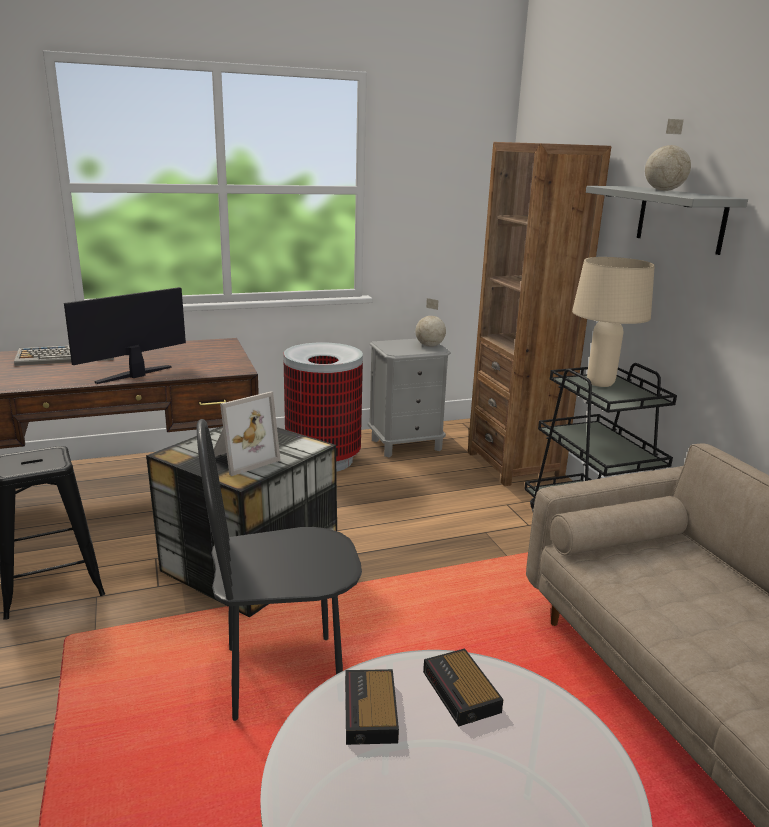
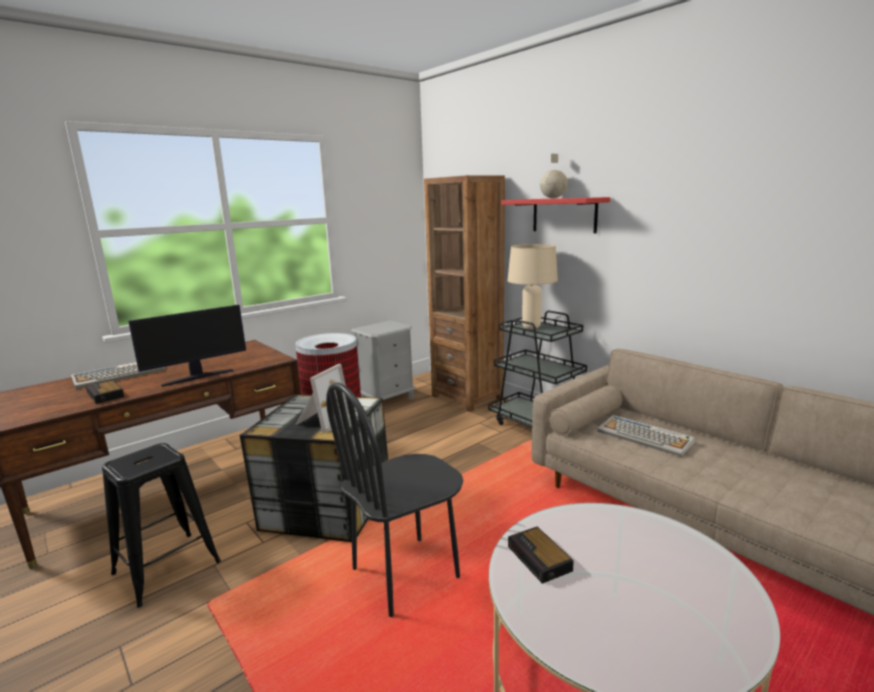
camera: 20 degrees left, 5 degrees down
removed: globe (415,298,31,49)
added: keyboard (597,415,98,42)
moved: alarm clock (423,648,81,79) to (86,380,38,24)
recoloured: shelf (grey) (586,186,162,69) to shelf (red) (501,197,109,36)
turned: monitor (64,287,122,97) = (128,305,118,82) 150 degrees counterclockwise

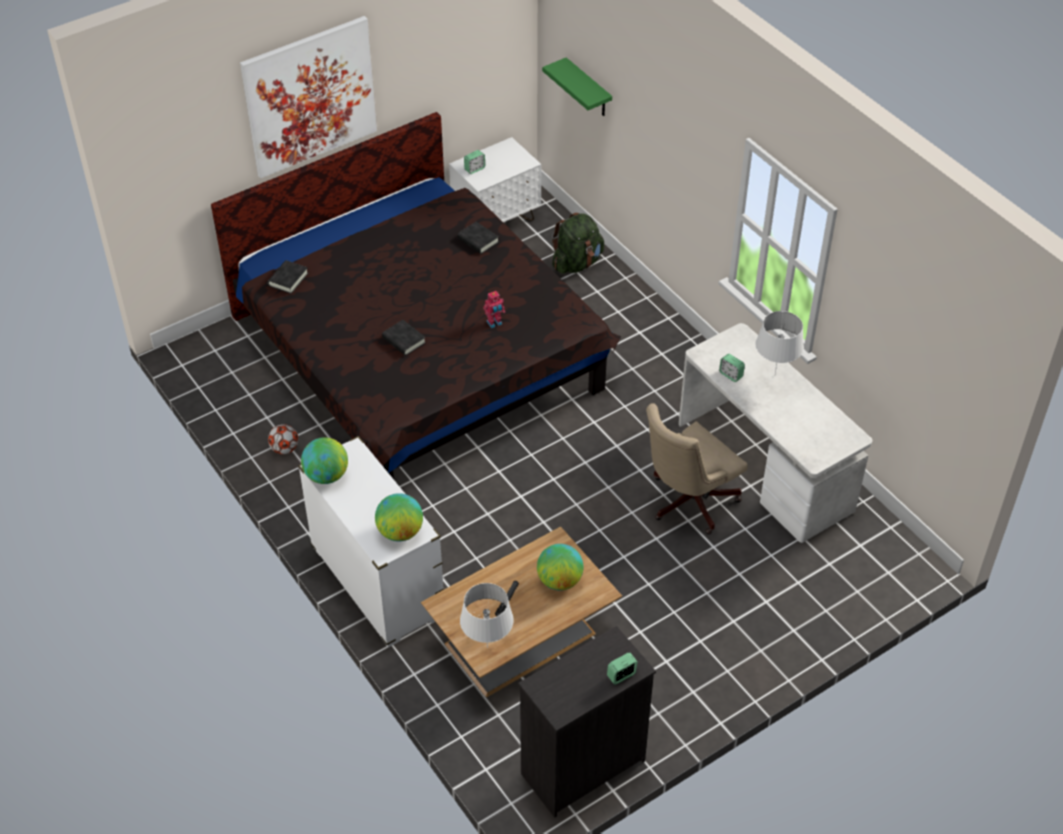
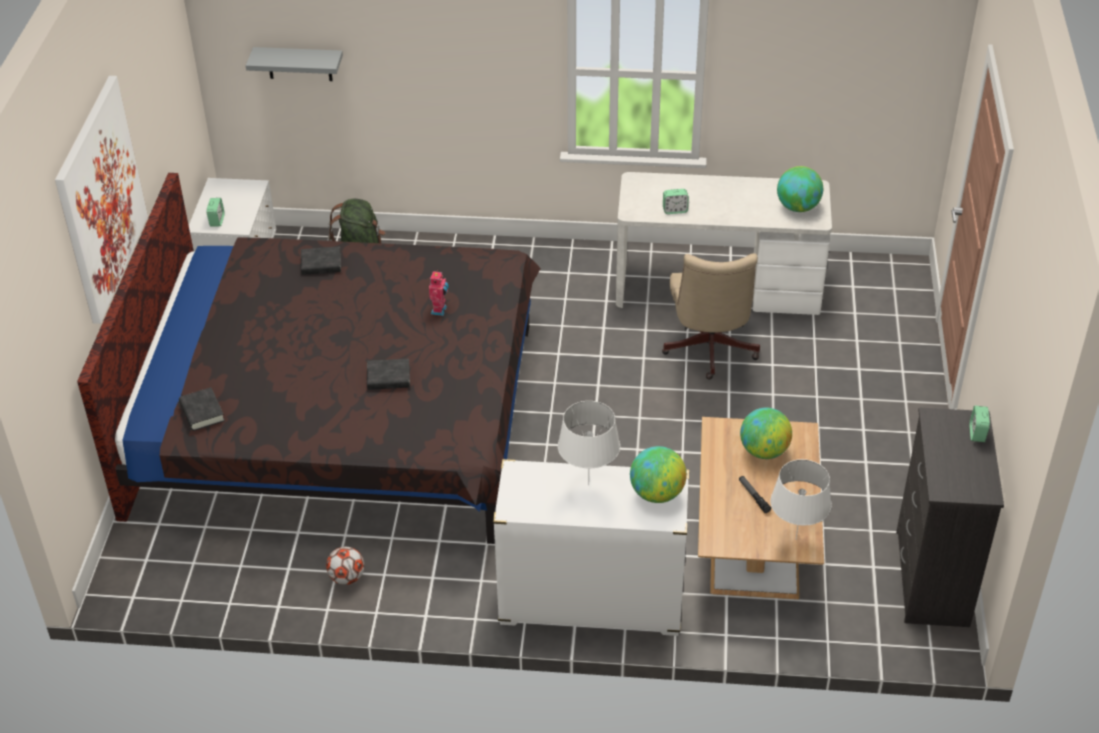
camera: 50 degrees left, 5 degrees down
moved: globe (301,437,47,47) to (777,166,46,46); table lamp (white) (755,311,49,63) to (558,401,62,84)
recoloured: shelf (green) (542,57,70,59) to shelf (grey) (246,47,97,34)

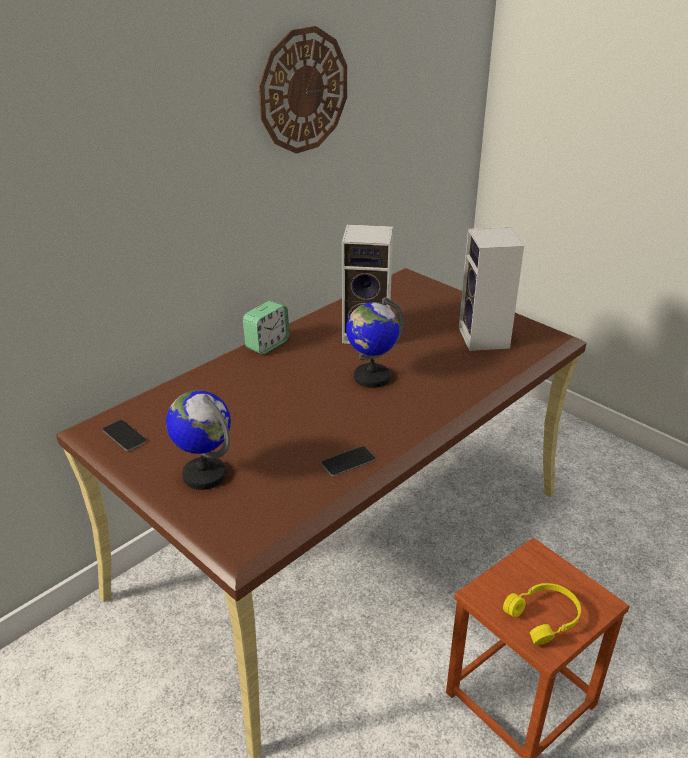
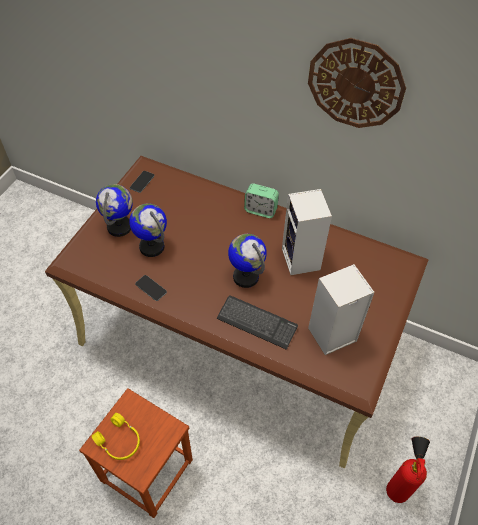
camera: 70 degrees right, 20 degrees up
added: globe (129,203,38,54); keyboard (217,295,81,55); fire extinguisher (386,437,44,66)

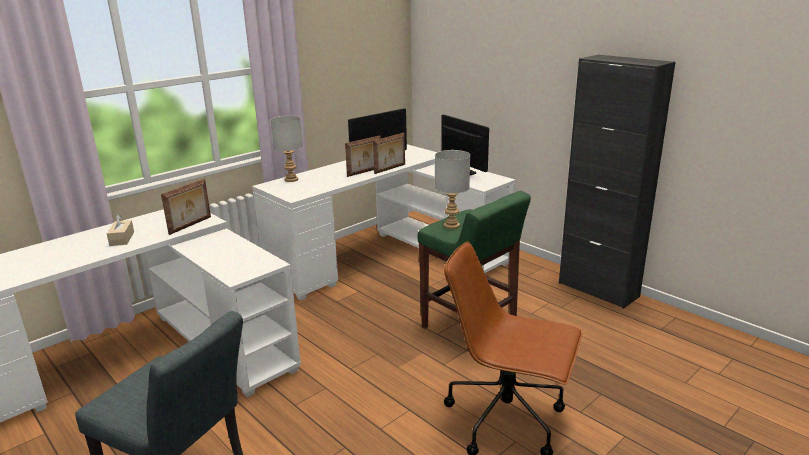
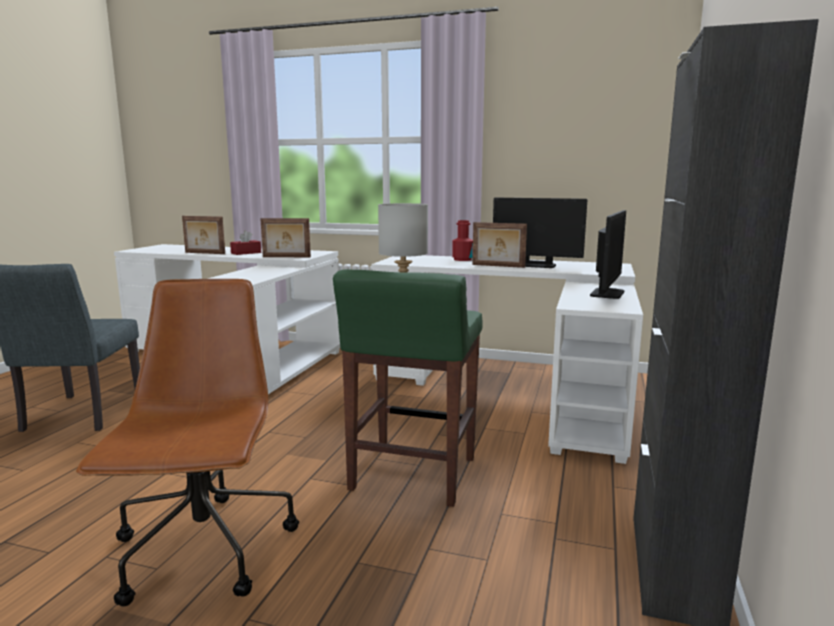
camera: 60 degrees right, 10 degrees down
removed: table lamp (grey) (271,116,32,66)
added: bottle (red) (452,220,21,41)
moved: picture frame (373,133,32,41) to (182,216,43,38)
recoloured: tissue box (beige) (107,214,27,32) to tissue box (red) (230,231,31,24)

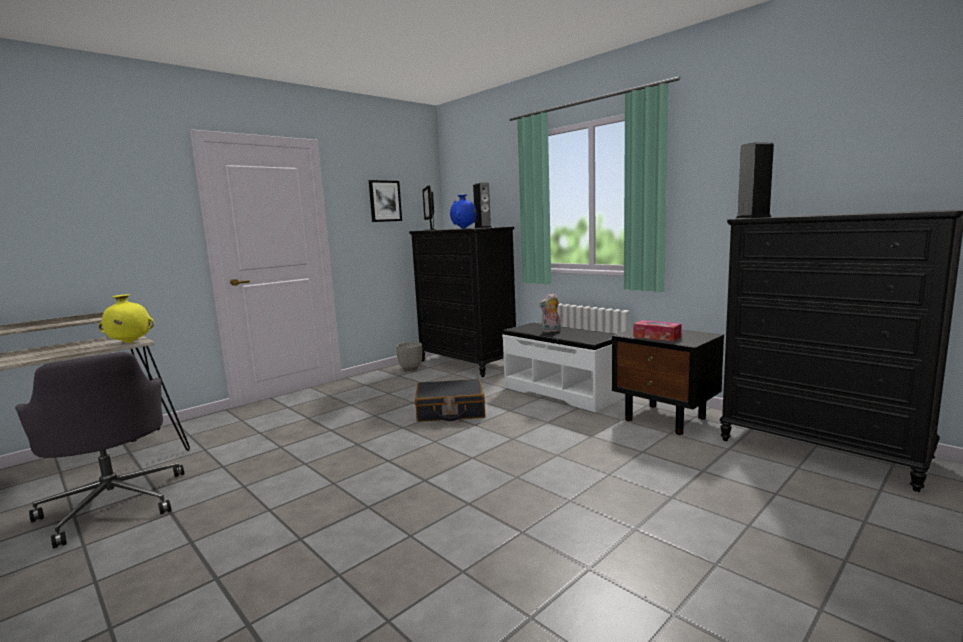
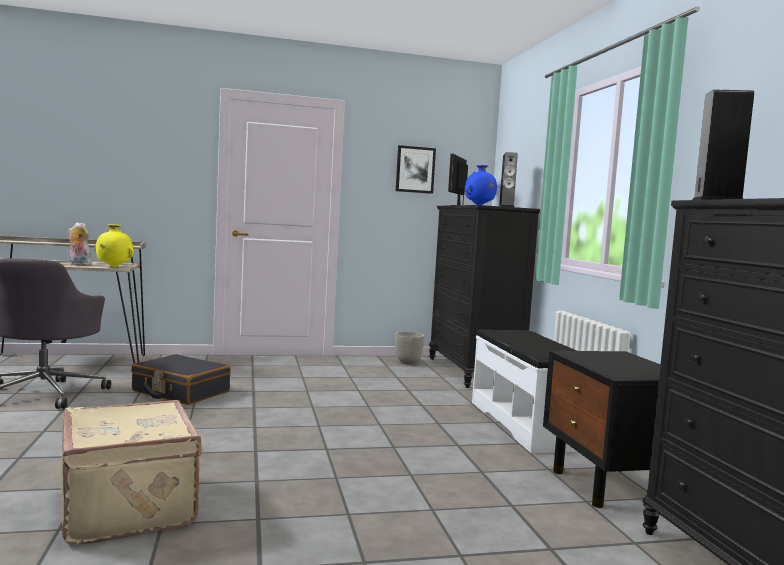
camera: 30 degrees right, 5 degrees down
removed: tissue box (633,320,49,22)
added: suitcase (beige) (61,400,142,145)
moved: suitcase (black) (415,379,70,43) to (131,354,100,51); plush toy (539,293,22,40) to (67,222,24,43)

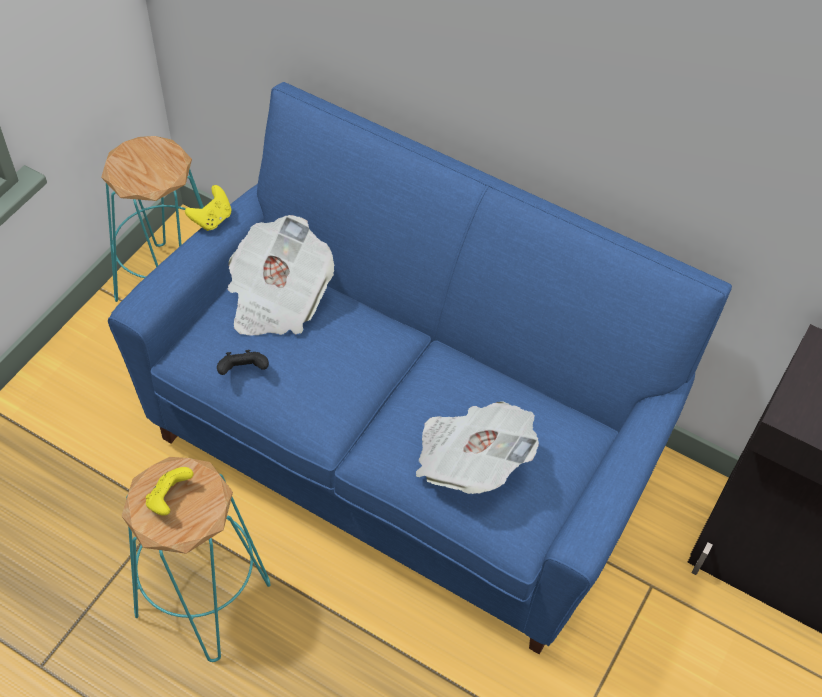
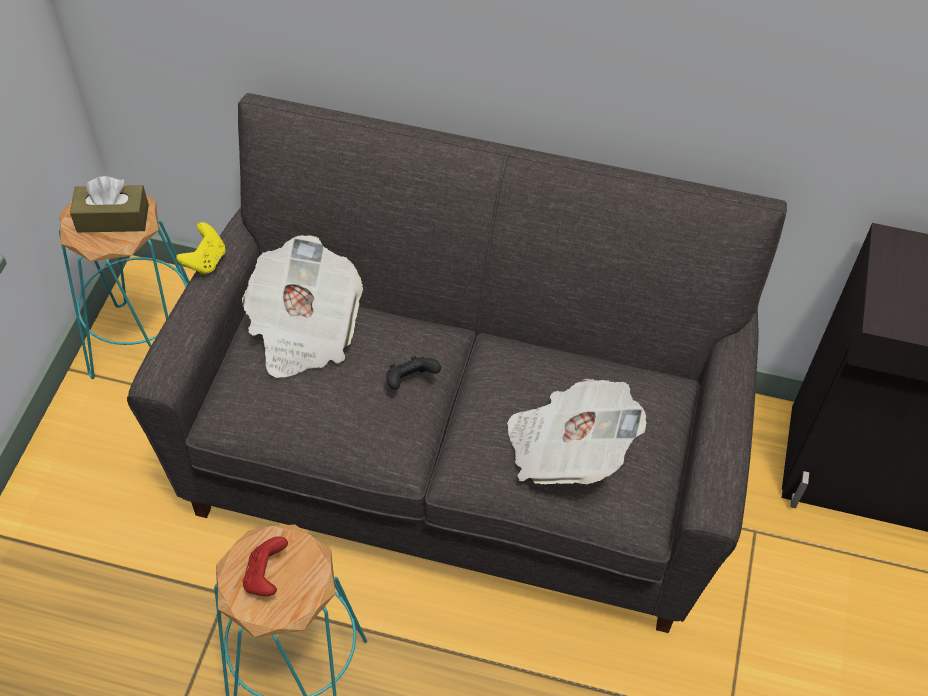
camera: 15 degrees left, 0 degrees up
added: tissue box (brown) (70,176,79,57)
moved: game controller (black) (217,350,52,25) to (386,356,55,34)
recoloured: sofa (blue) (108,82,624,572) to sofa (grey) (127,93,660,540); game controller (yellow) (145,467,49,49) to game controller (red) (243,536,45,60)

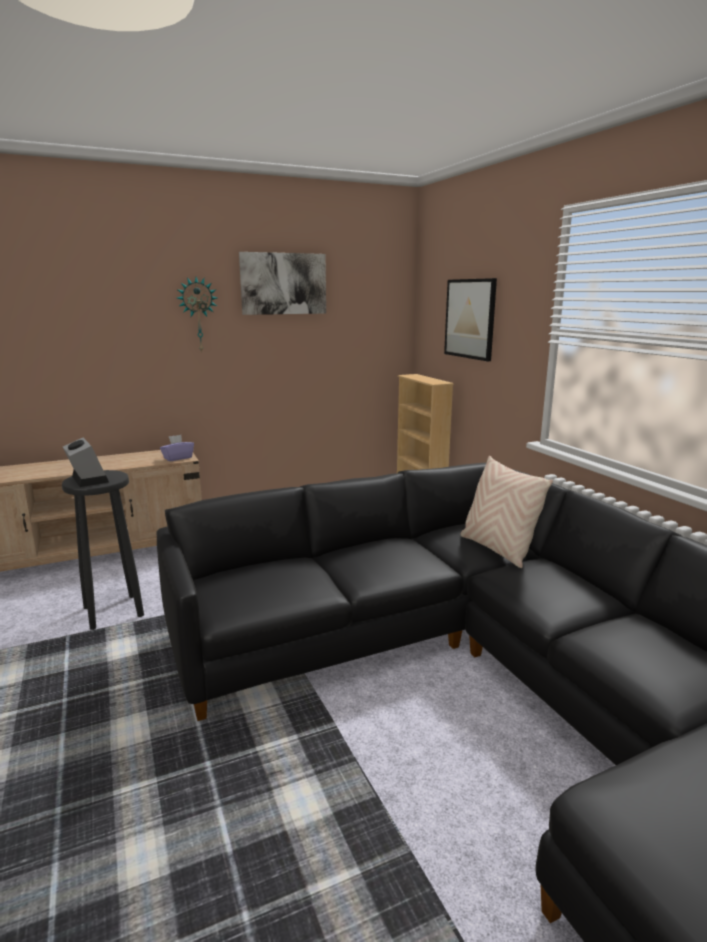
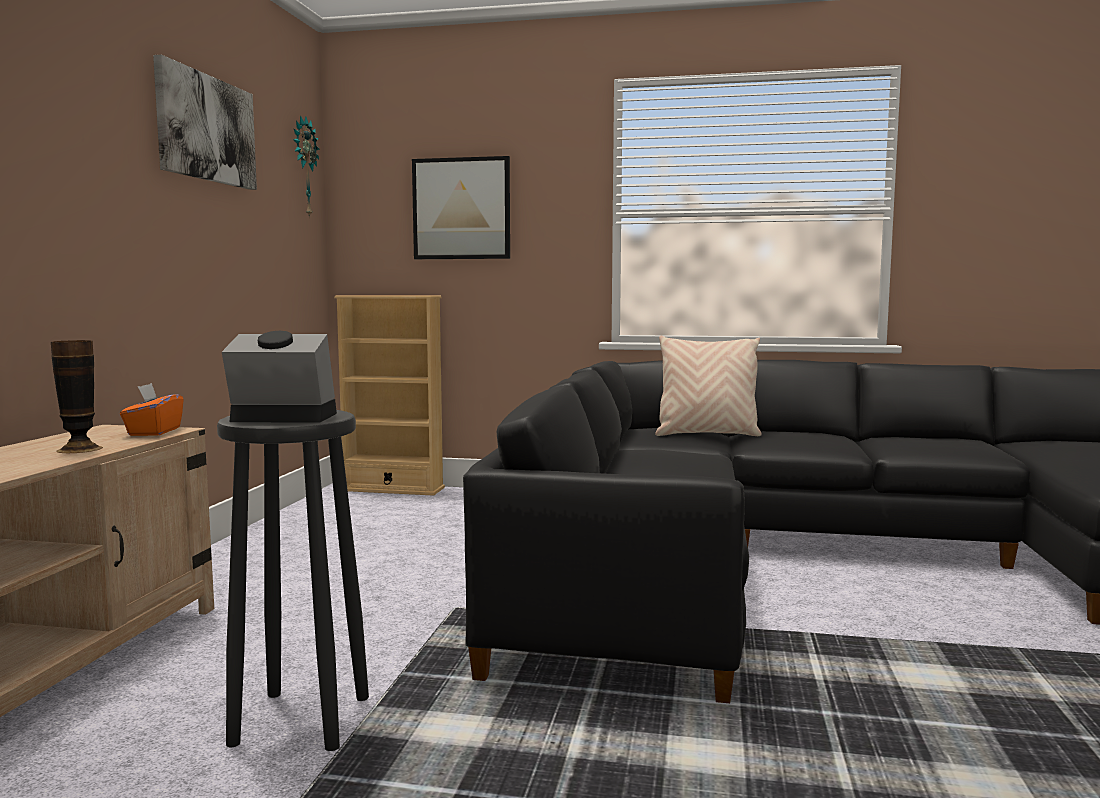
camera: 55 degrees left, 10 degrees down
added: vase (51,340,52,113)
moved: wall clock (177,277,41,76) to (293,116,27,102)
recoloured: tissue box (purple) (160,435,34,26) to tissue box (orange) (120,383,64,53)

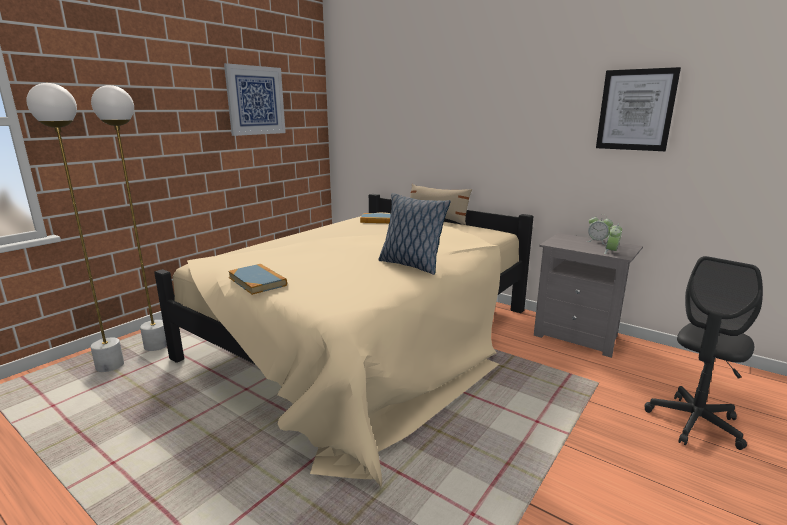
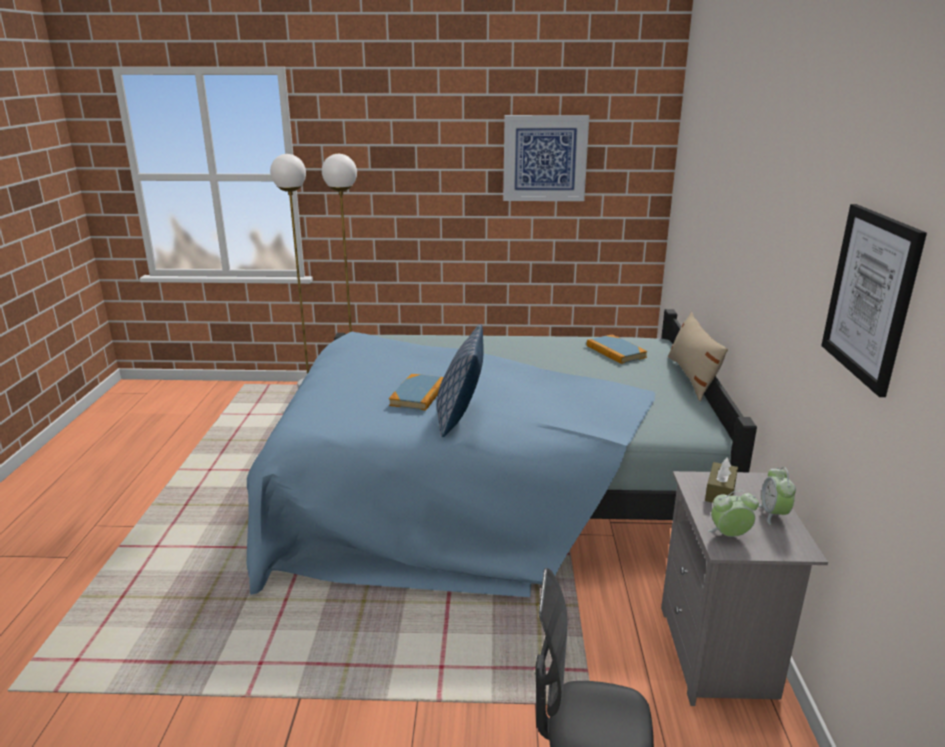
camera: 55 degrees right, 5 degrees up
added: tissue box (brown) (705,457,33,46)
moved: book (228,264,59,31) to (389,374,54,37)
recoloured: bed (beige) (154,194,380,294) to bed (blue) (246,309,511,288)

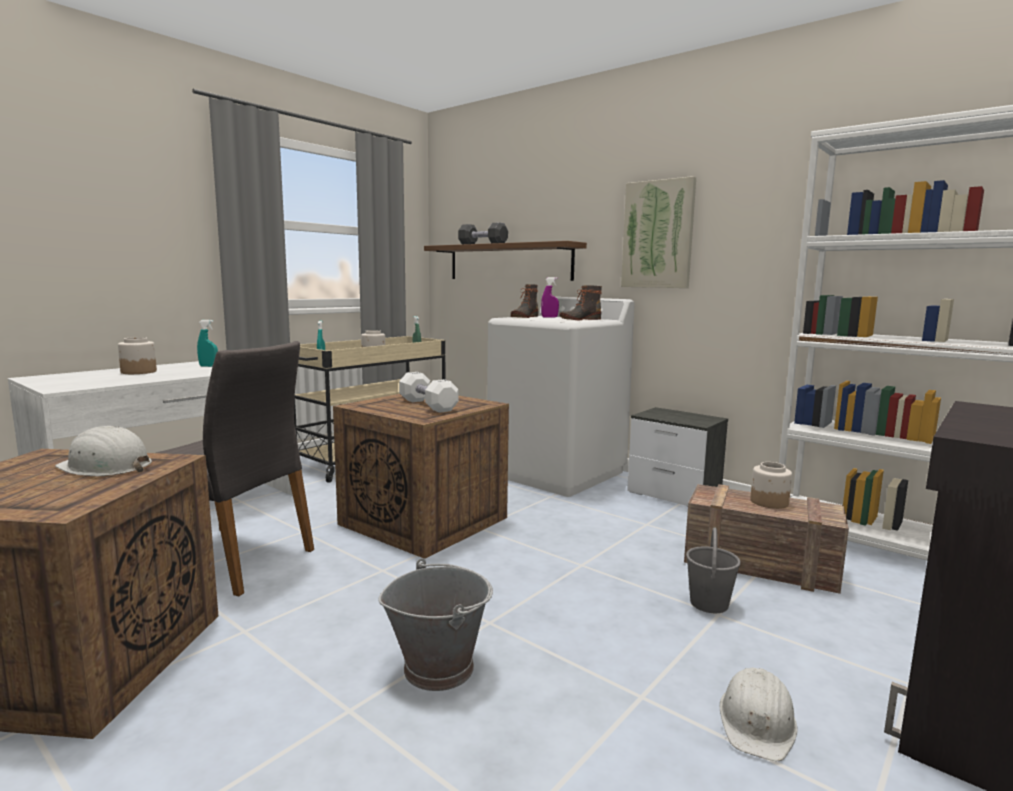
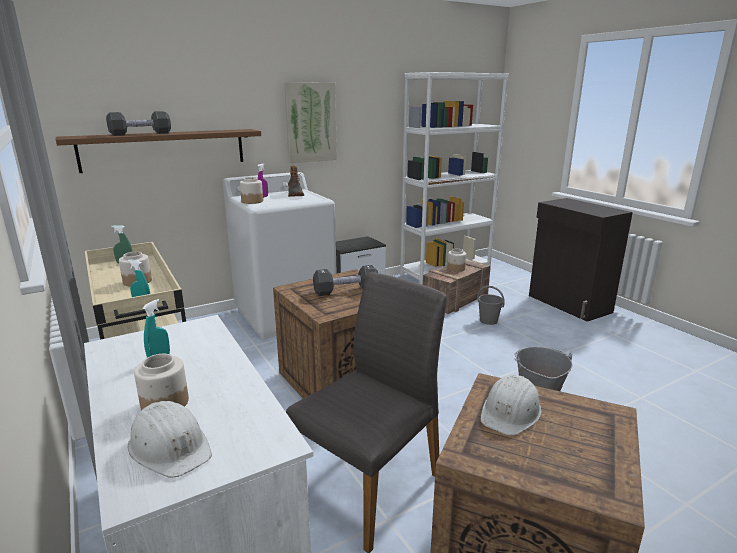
camera: 70 degrees left, 10 degrees up
moved: hard hat (white) (720,667,77,94) to (128,401,84,77)
replaced: boot (511,284,27,34) to jar (240,177,23,27)
recoloured: dumbbell (white) (399,372,59,41) to dumbbell (black) (313,265,65,31)

